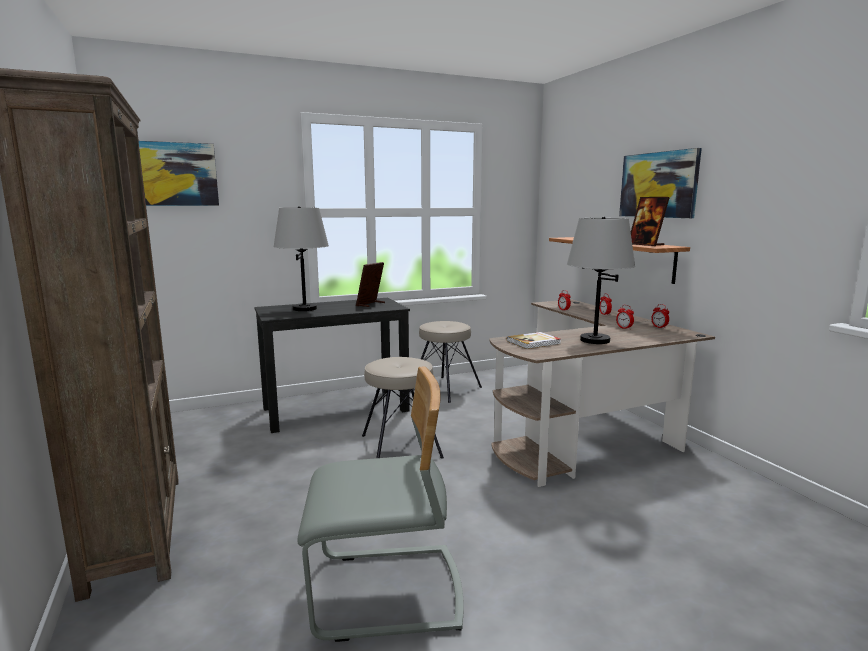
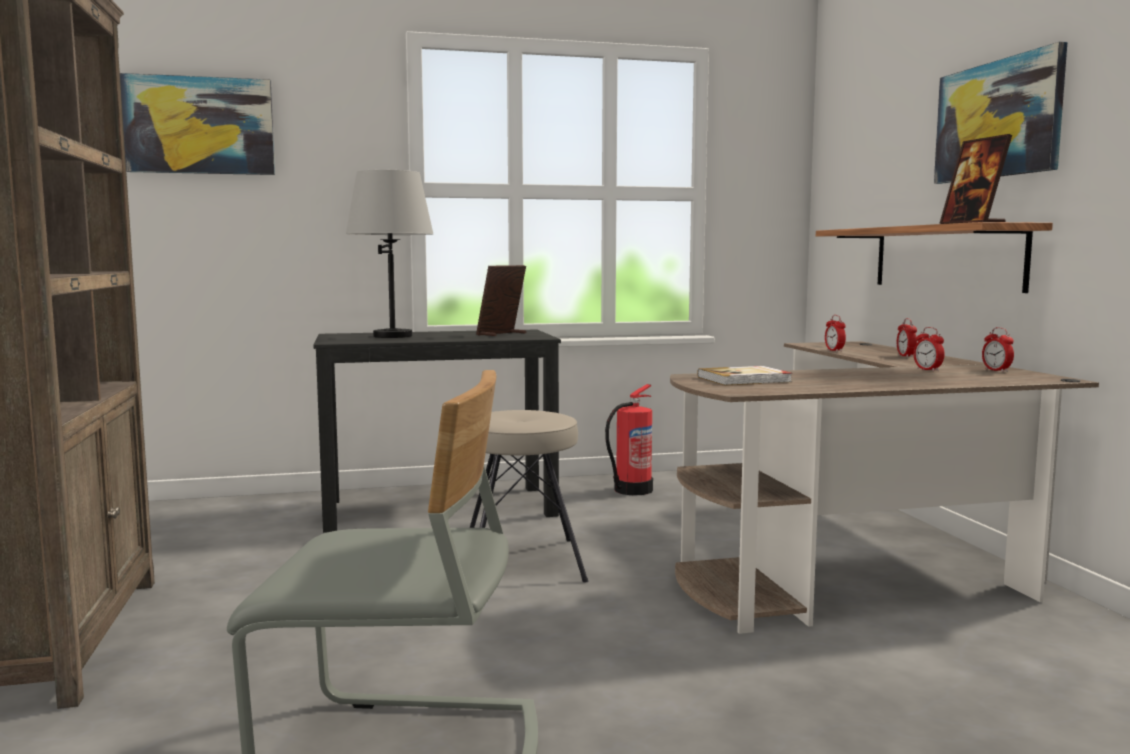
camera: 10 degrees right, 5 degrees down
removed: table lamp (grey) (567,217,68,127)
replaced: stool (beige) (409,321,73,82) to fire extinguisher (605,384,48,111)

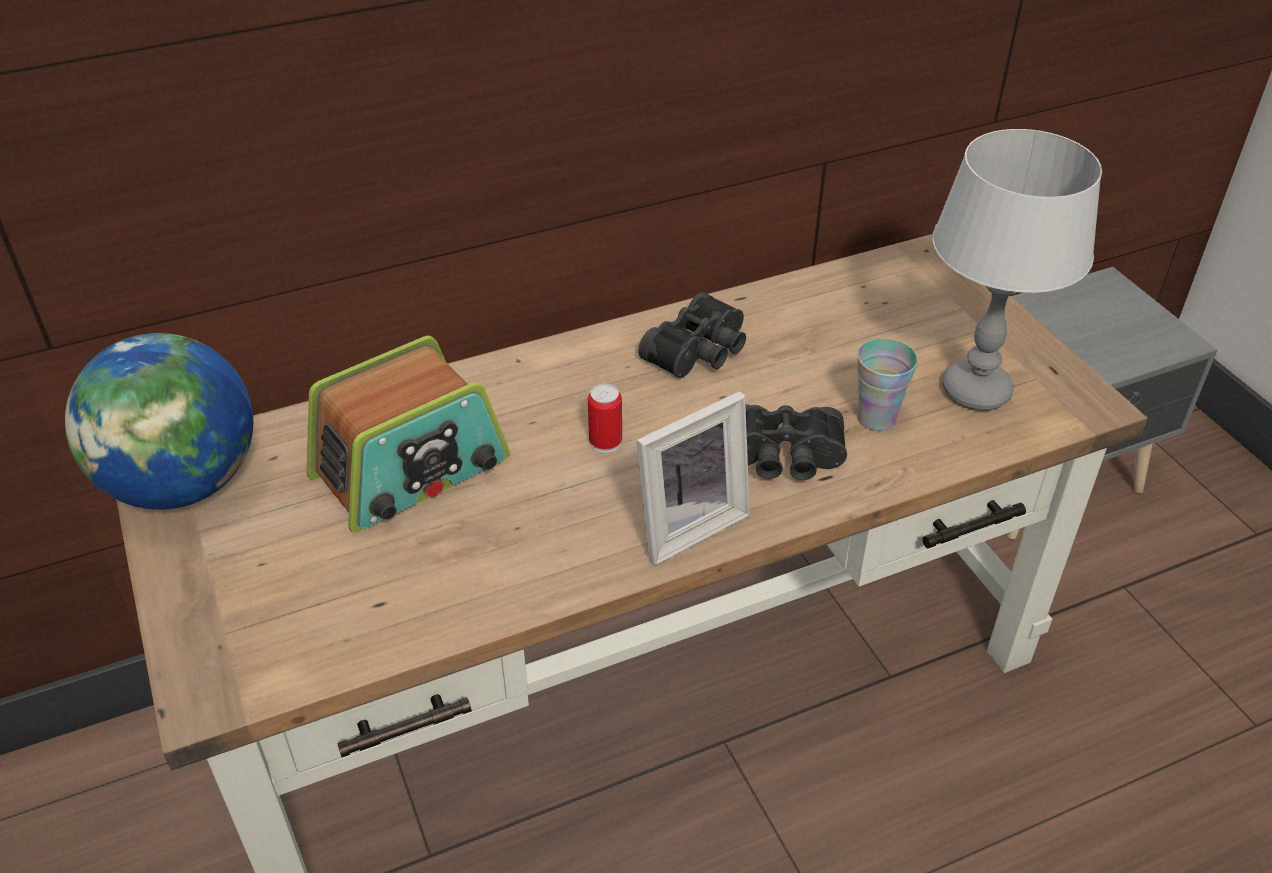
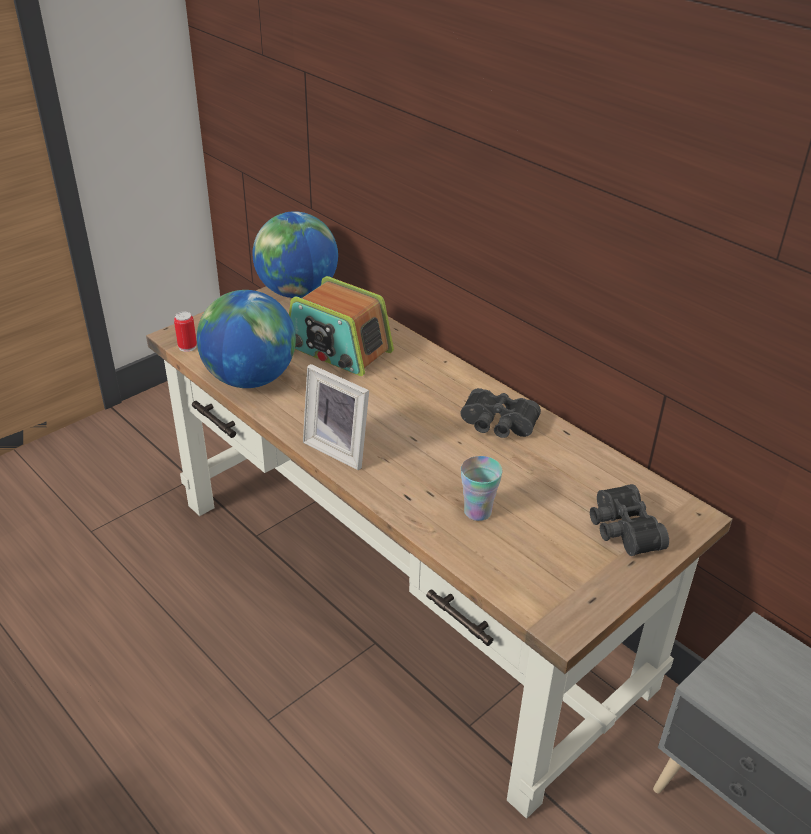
camera: 70 degrees right, 5 degrees down
removed: table lamp (grey) (932,129,170,282)
added: globe (197,290,99,98)
moved: can (588,384,34,69) to (174,312,23,40); binoculars (black) (745,404,102,76) to (590,484,79,72)

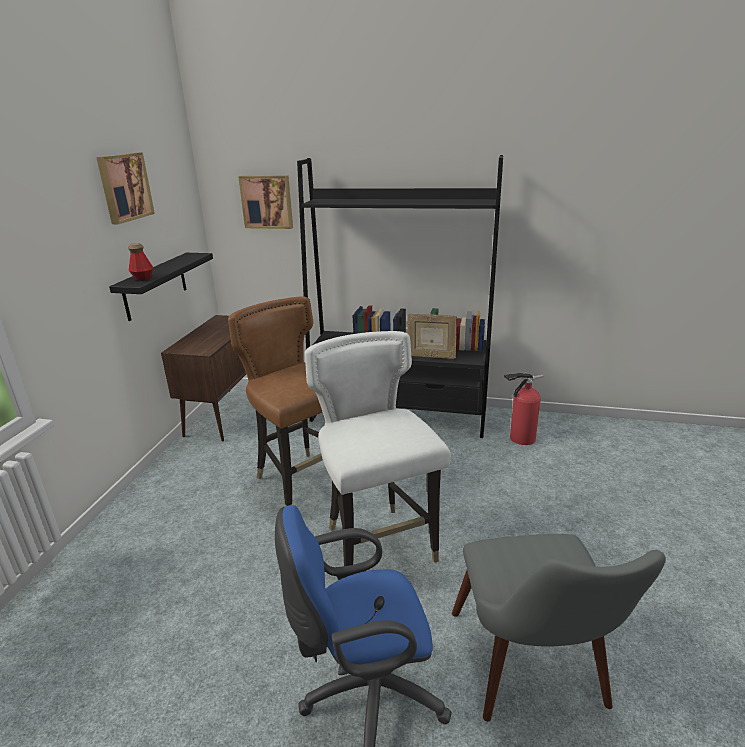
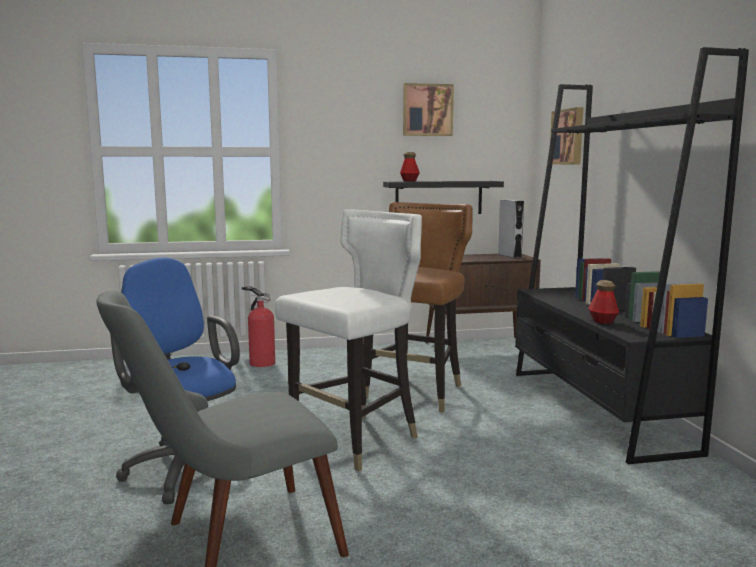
camera: 65 degrees right, 15 degrees down
added: speaker (grey) (498,200,26,58)
moved: fire extinguisher (504,373,39,72) to (242,286,33,81)
replaced: picture frame (407,314,50,45) to bottle (588,280,31,44)

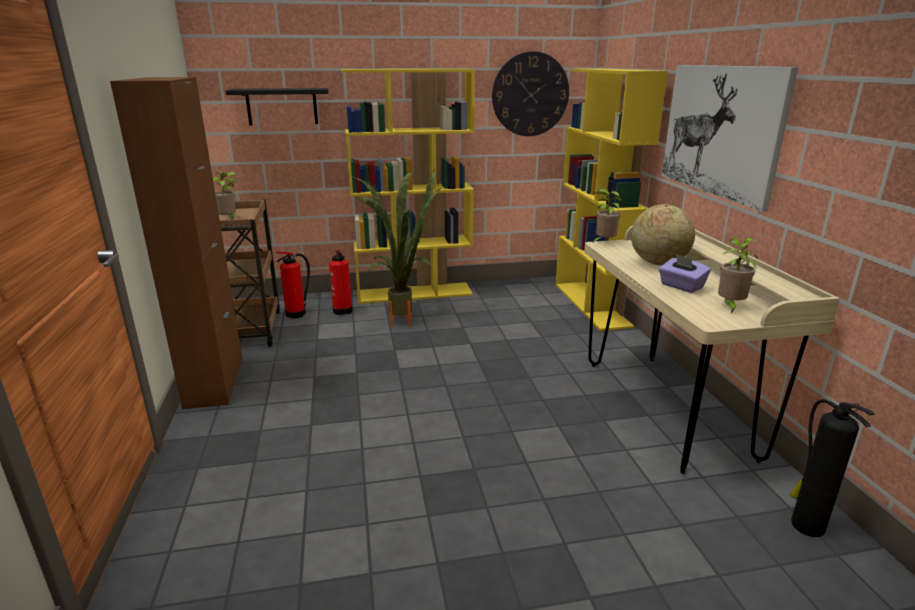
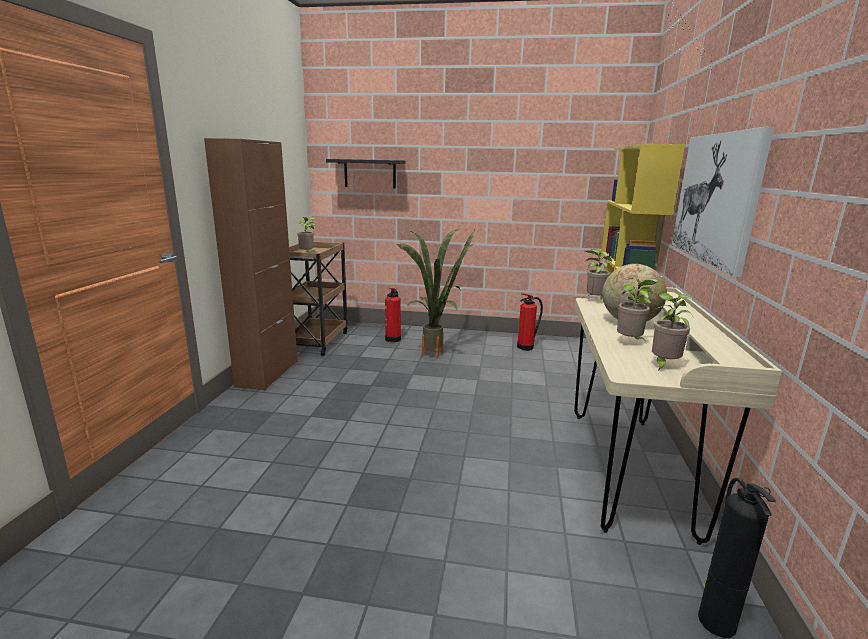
camera: 20 degrees right, 5 degrees down
removed: bookcase (yellow) (341,69,134,235); wall clock (492,51,77,85)
moved: fire extinguisher (276,252,34,67) to (517,293,26,58)
replaced: tissue box (purple) (659,254,52,39) to potted plant (617,278,41,61)

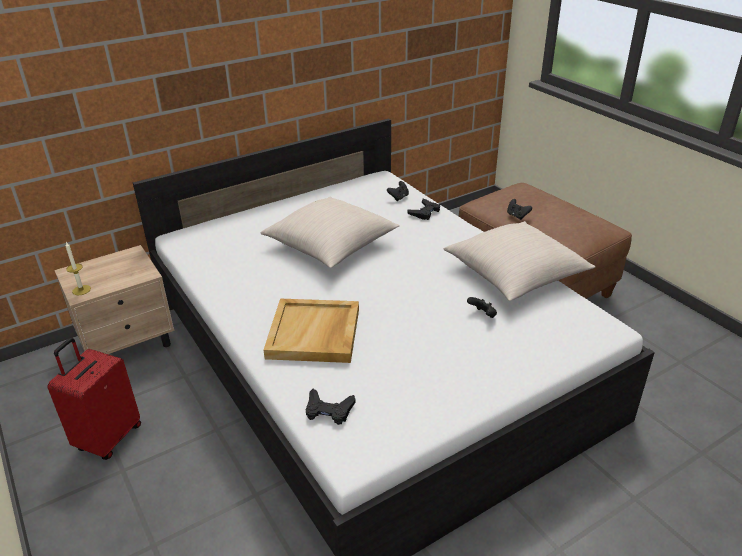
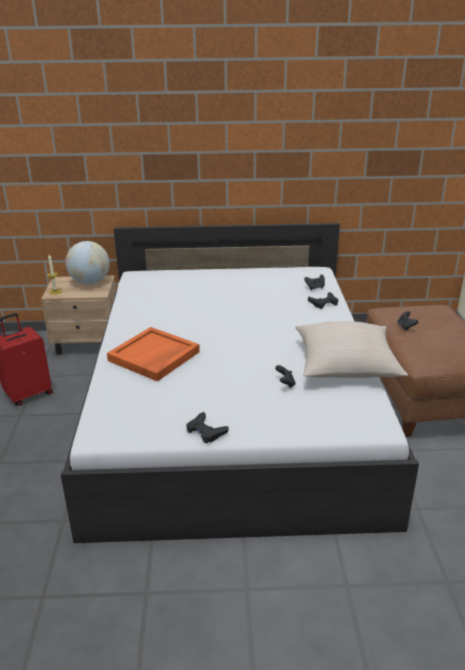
camera: 30 degrees right, 5 degrees down
removed: pillow (beige) (261,197,139,71)
added: globe (65,241,44,43)
moved: game controller (black) (306,389,50,36) to (186,412,43,31)
recoloured: tray (beige) (264,299,95,64) to tray (orange) (107,327,93,54)

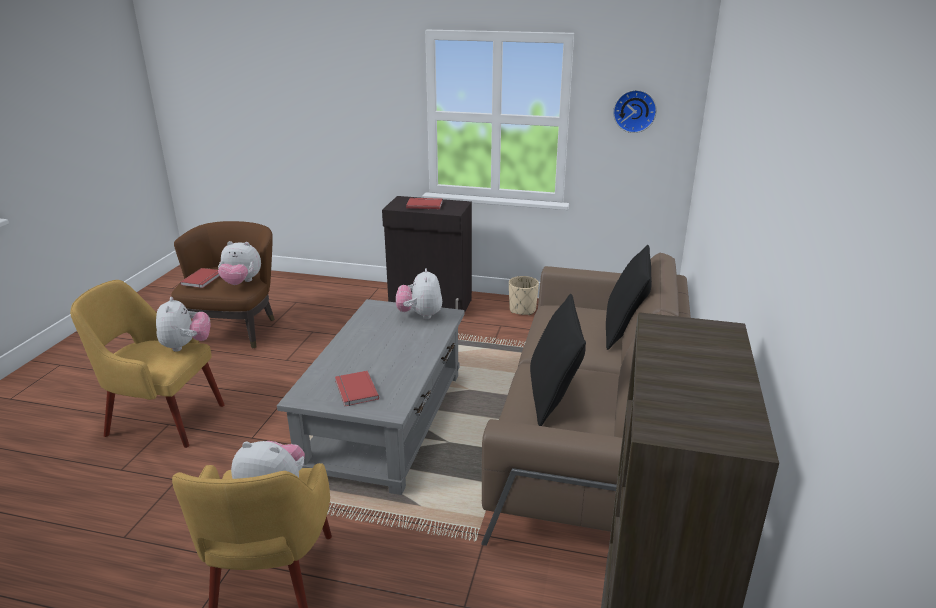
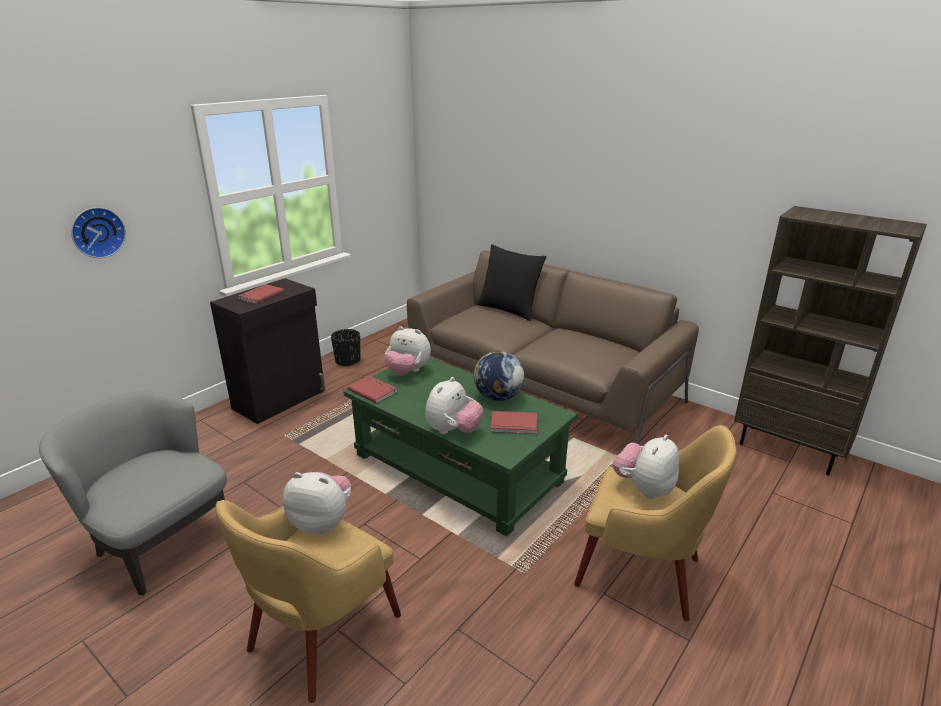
camera: 65 degrees left, 0 degrees up
removed: pillow (black) (530,294,56,132)
added: globe (474,351,50,50)
moved: book (red) (180,268,40,20) to (348,376,50,28); plush toy (218,241,43,44) to (425,377,58,57); wall clock (613,90,44,43) to (71,207,55,51)
recoloured: armchair (brown) (171,221,104,128) to armchair (grey) (39,391,188,204); coffee table (grey) (277,299,188,196) to coffee table (green) (343,358,235,178); planter (beige) (509,276,30,39) to planter (black) (331,329,30,38)

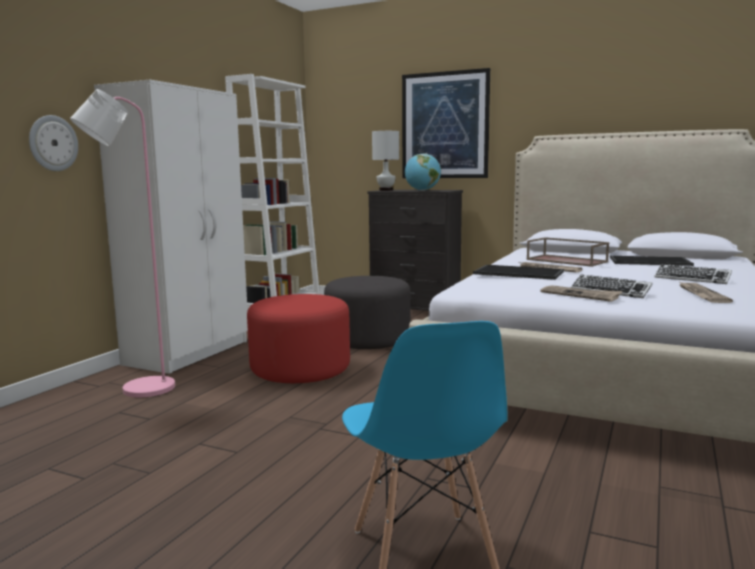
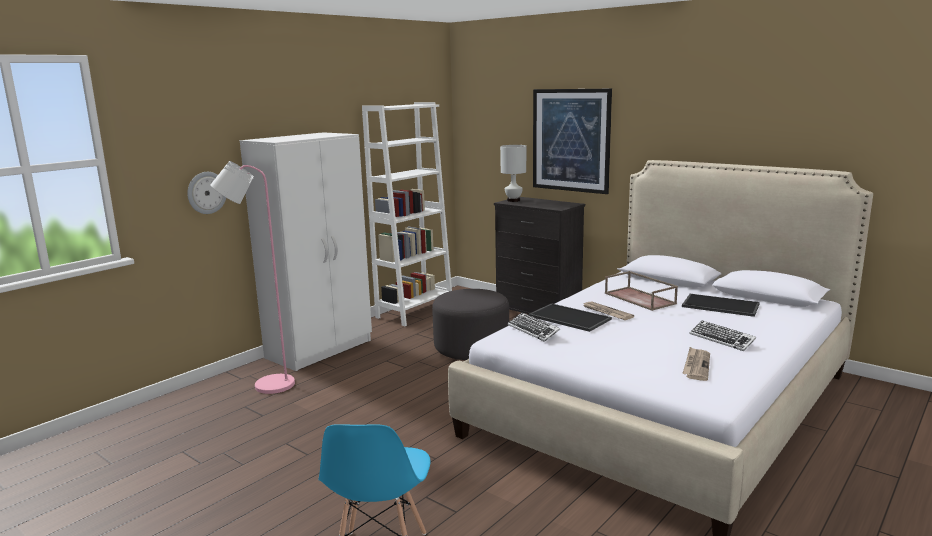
camera: 15 degrees right, 5 degrees up
removed: ottoman (red) (247,294,103,89); globe (405,153,36,38); newspaper (540,285,83,17)
moved: keyboard (570,275,82,23) to (508,313,52,29)

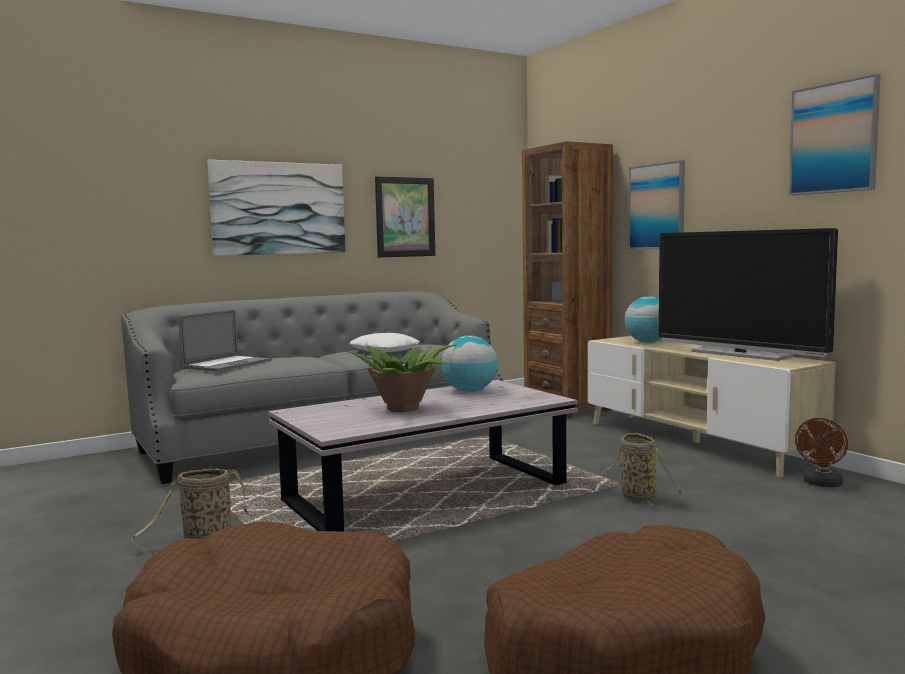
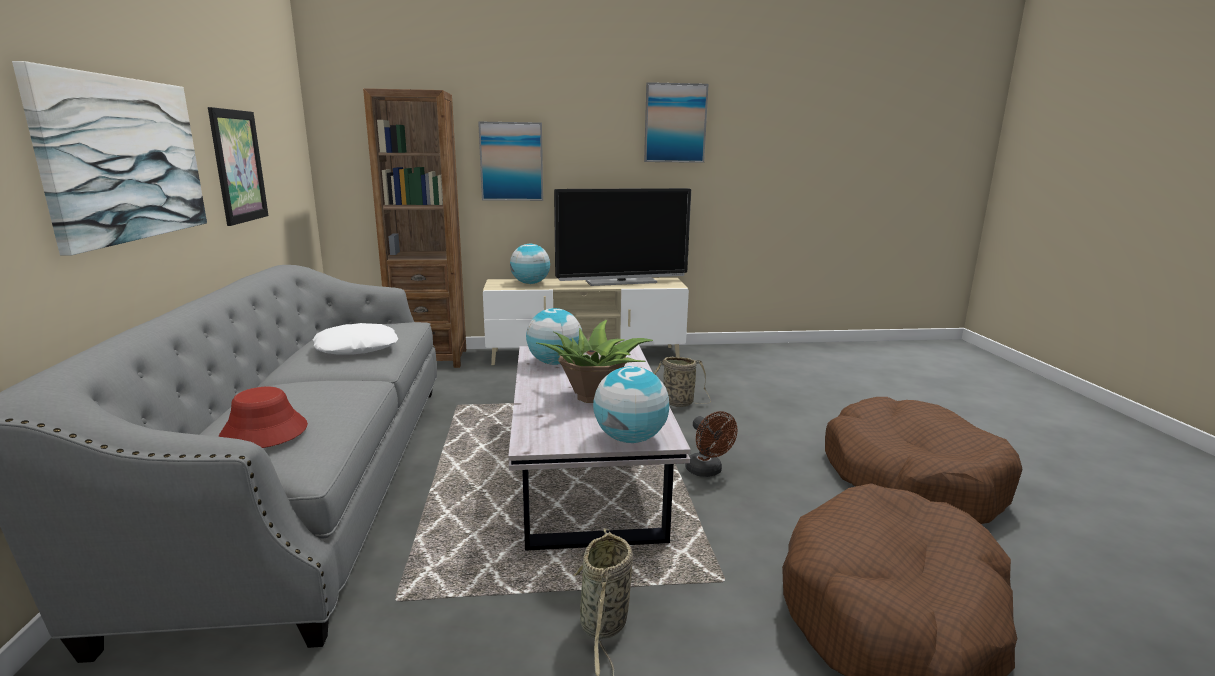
camera: 65 degrees left, 10 degrees up
added: globe (593,366,76,77)
moved: fan (brown) (795,418,53,69) to (685,411,53,66)
replaced: laptop (178,310,94,62) to hat (red) (219,387,89,61)

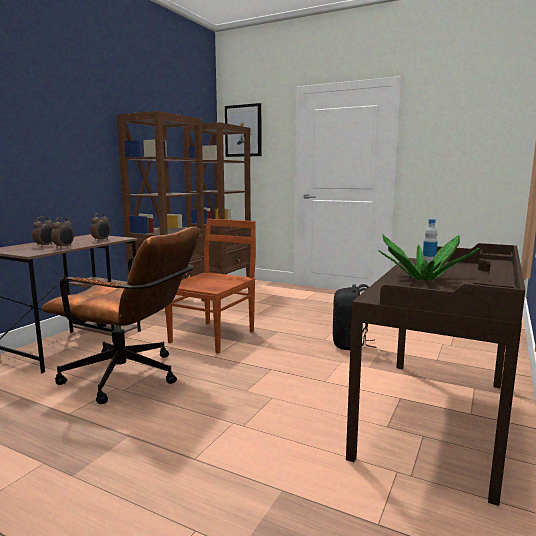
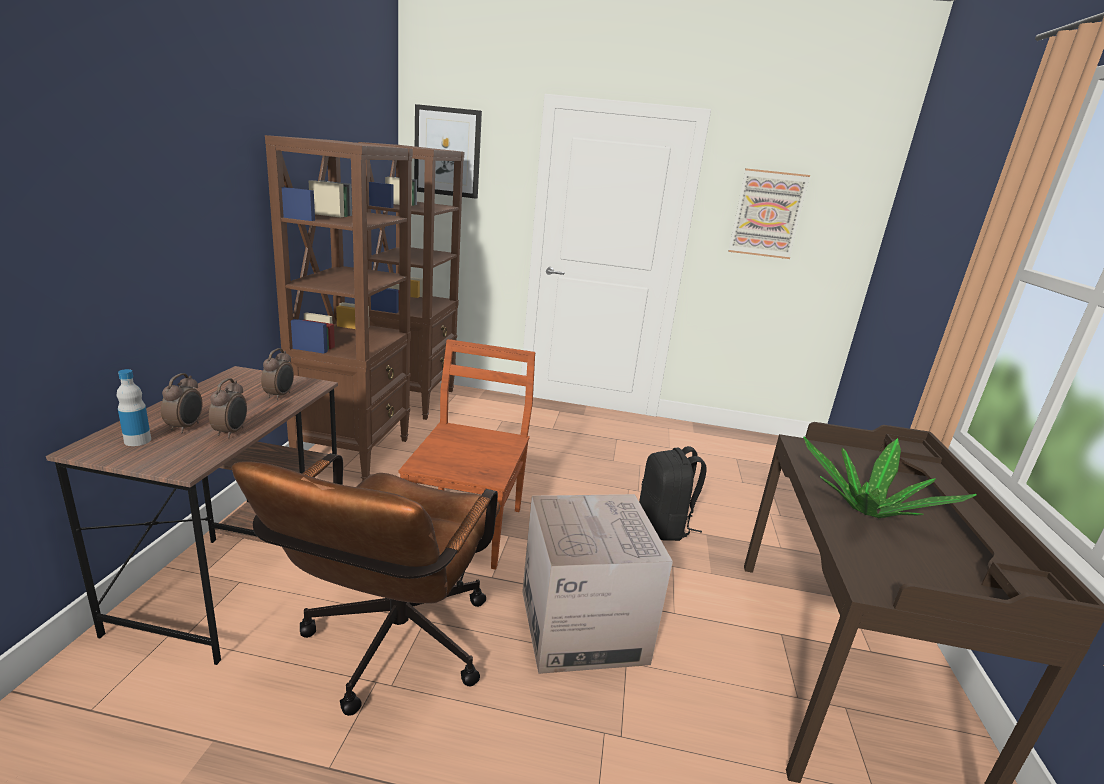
camera: 20 degrees left, 10 degrees up
added: cardboard box (522,494,151,180); picture (728,168,82,91)
moved: bottle (423,219,15,44) to (117,369,34,77)
turned: office chair (brown) (41,227,159,177) = (232,453,268,263) 105 degrees clockwise

